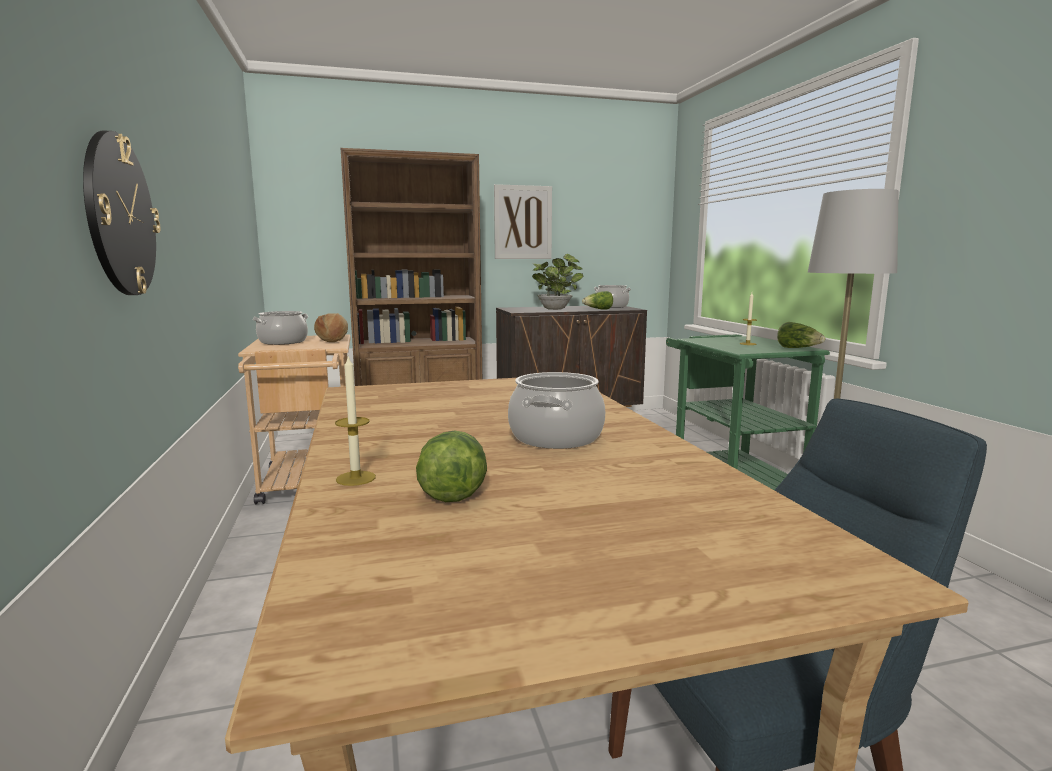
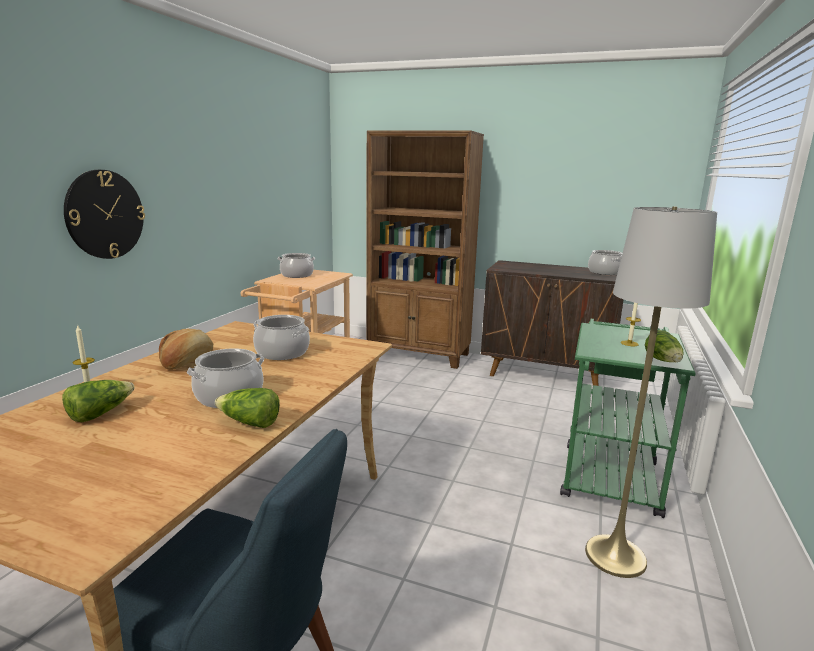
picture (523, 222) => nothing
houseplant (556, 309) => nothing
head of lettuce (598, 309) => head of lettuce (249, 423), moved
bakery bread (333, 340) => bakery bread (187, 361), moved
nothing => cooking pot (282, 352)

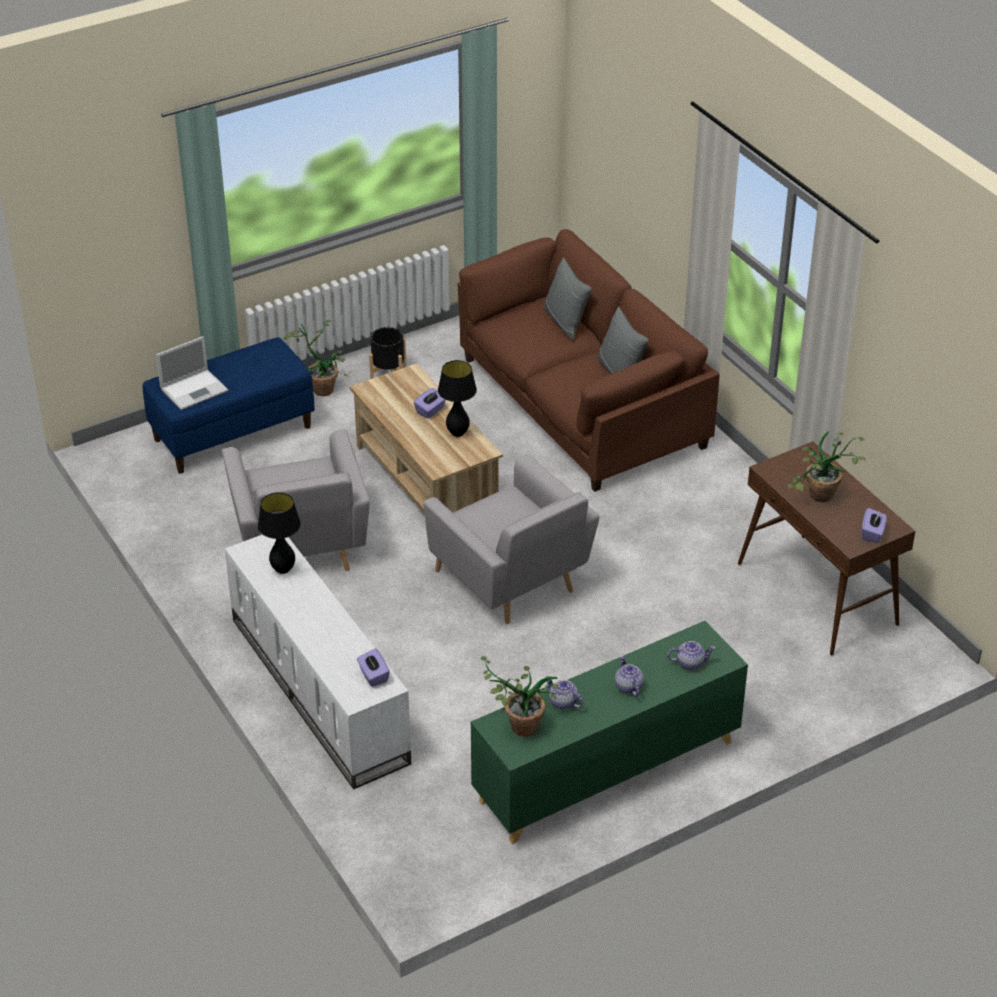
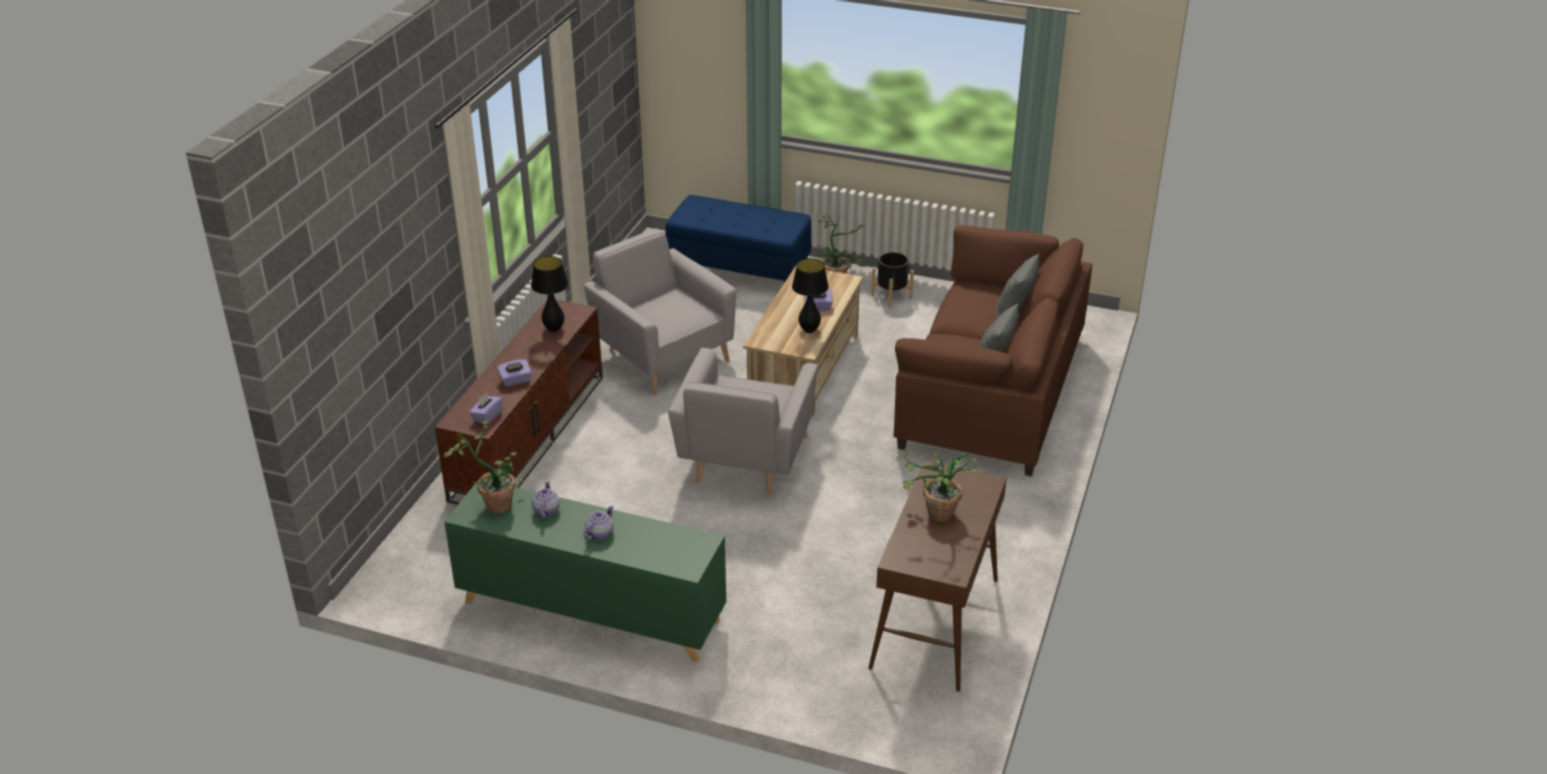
notebook computer (195, 389) => nothing
greyish easy chair (300, 546) => greyish easy chair (662, 355), 105 degrees clockwise
purplish tissue box (872, 533) => purplish tissue box (515, 381), moved
white tv unit (316, 689) => brownish tv unit (528, 435)
pot for tea (690, 663) => nothing

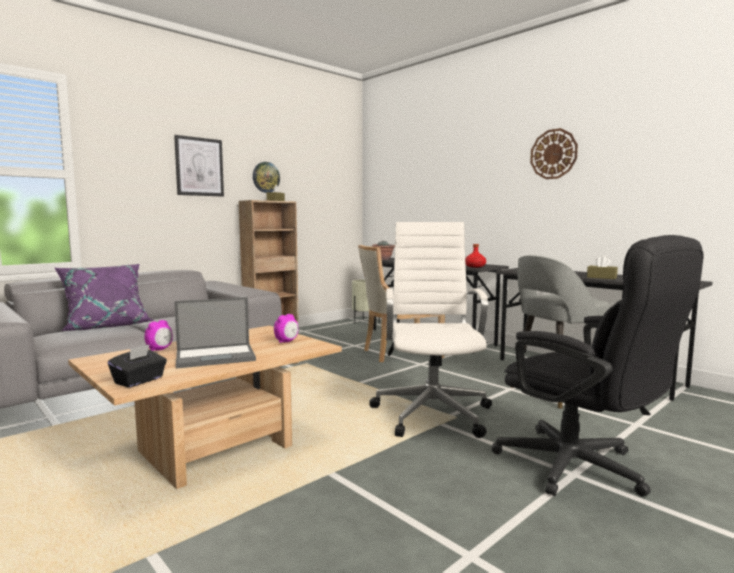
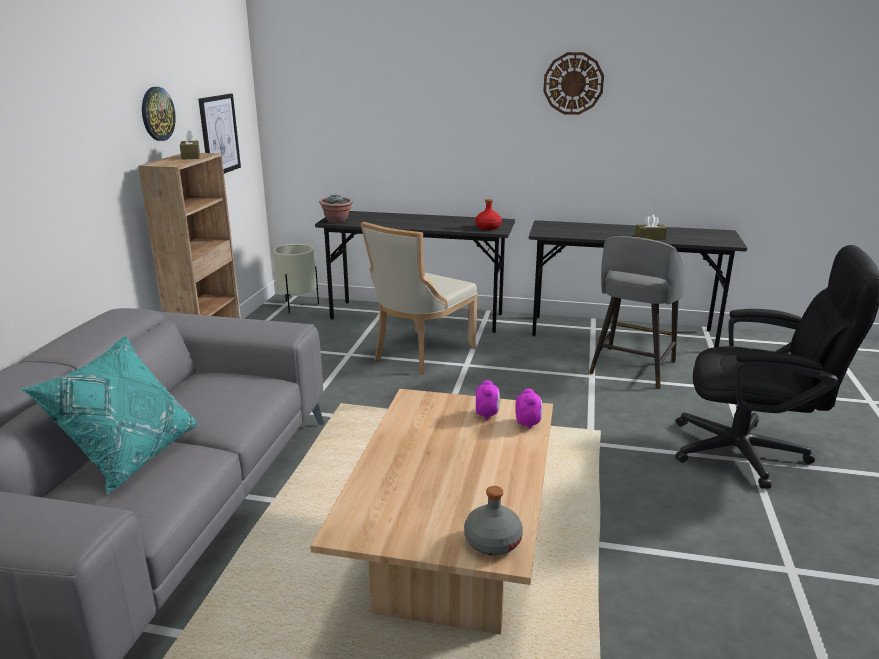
picture (199, 167) => picture (219, 135), moved
white desk chair (432, 412) => nothing
purplish cushion (106, 326) => blue-green cushion (129, 455)
notebook computer (216, 356) => nothing
table clock (159, 349) => table clock (528, 423), moved
blackish tissue box (139, 381) => greyish bottle (492, 541)

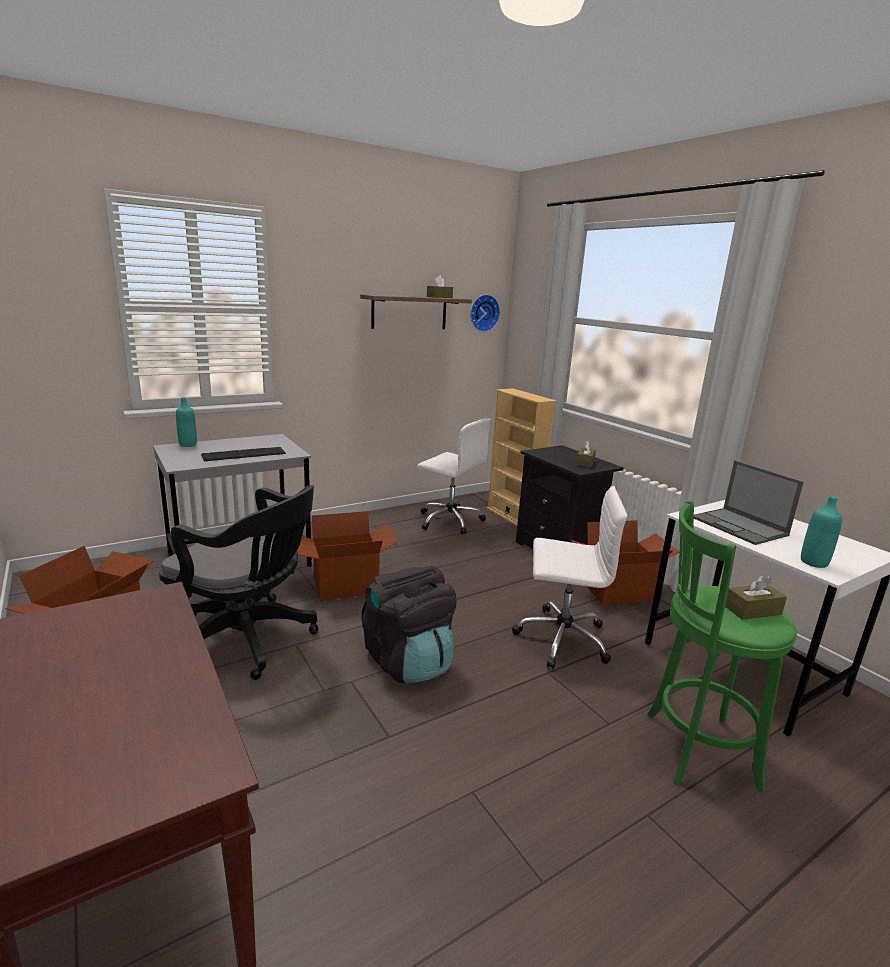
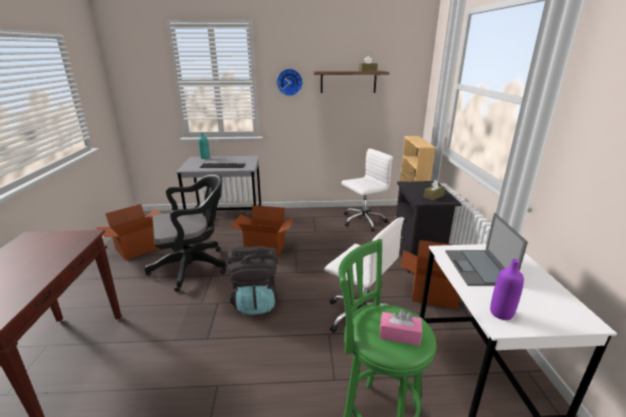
clock on the wall (483, 313) => clock on the wall (289, 82), moved
white desk chair (449, 520) => white desk chair (362, 221), 90 degrees counterclockwise
blackish desk chair (249, 639) => blackish desk chair (194, 266), 75 degrees counterclockwise
blue-green bottle (814, 562) => purplish bottle (501, 313)
brownish tissue box (752, 610) => pink-coloured tissue box (399, 334)

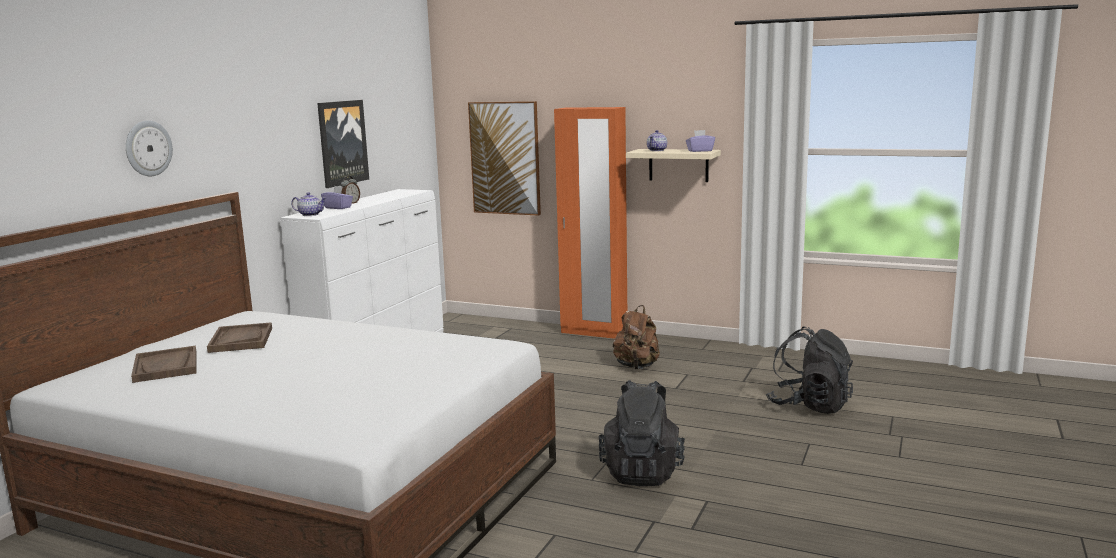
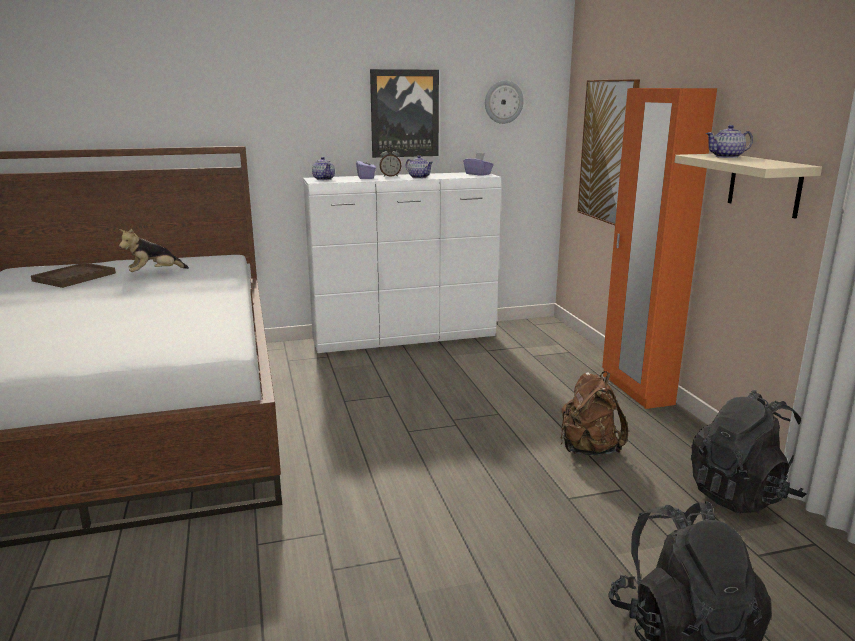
clock on the wall (148, 148) => clock on the wall (503, 102), moved
purplish tissue box (700, 151) => purplish tissue box (478, 174), moved
brownish serving tray (241, 340) => plush toy (154, 273)
blackish knapsack (642, 472) => blackish knapsack (742, 494), moved
nothing => pot for tea (419, 177)

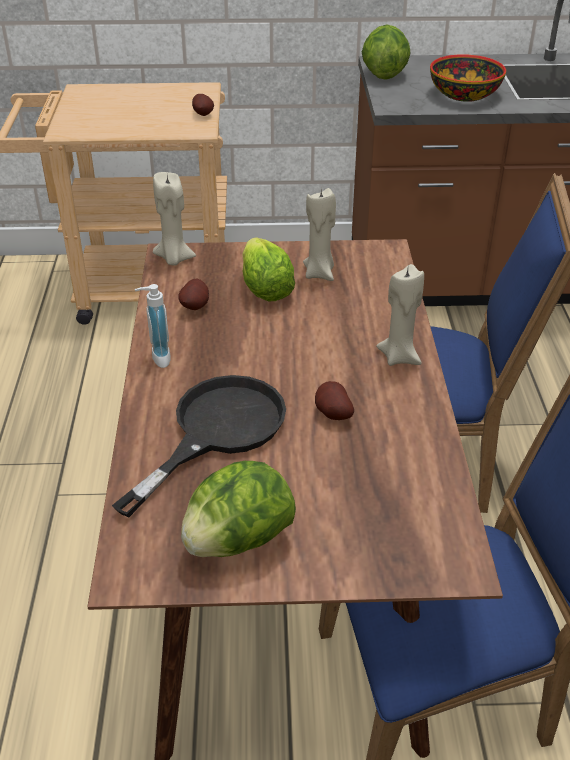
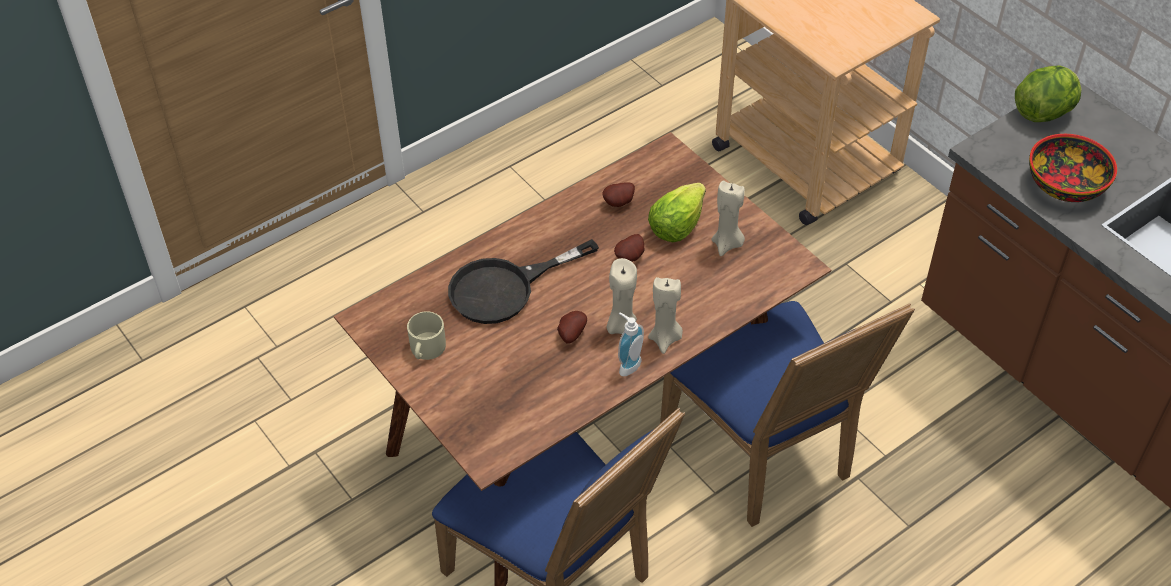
spud (203, 114) => spud (631, 257), moved
beige wax candle (174, 259) => beige wax candle (621, 326), moved
soap bottle (157, 358) => soap bottle (627, 365), moved
blackish frying pan (217, 431) => blackish frying pan (505, 288), 150 degrees clockwise
head of lettuce (238, 540) => beige tea mug (426, 349)

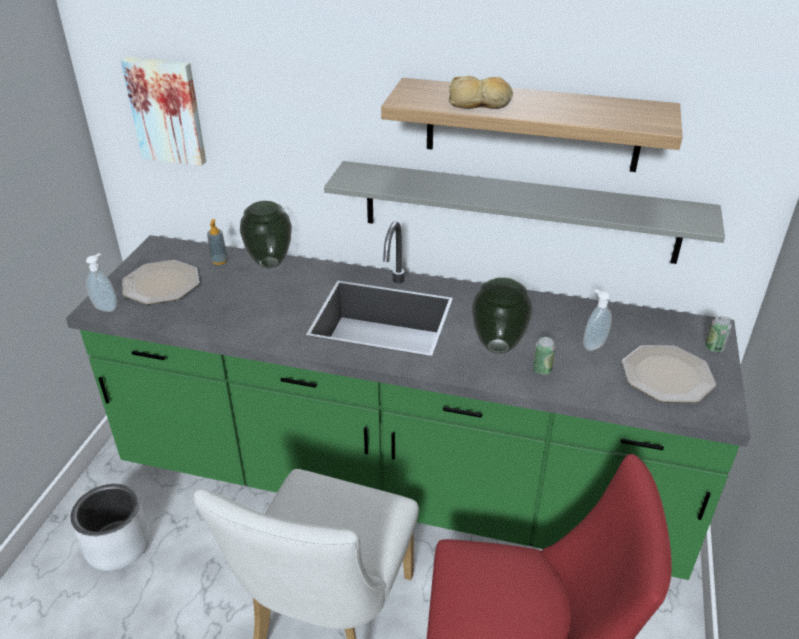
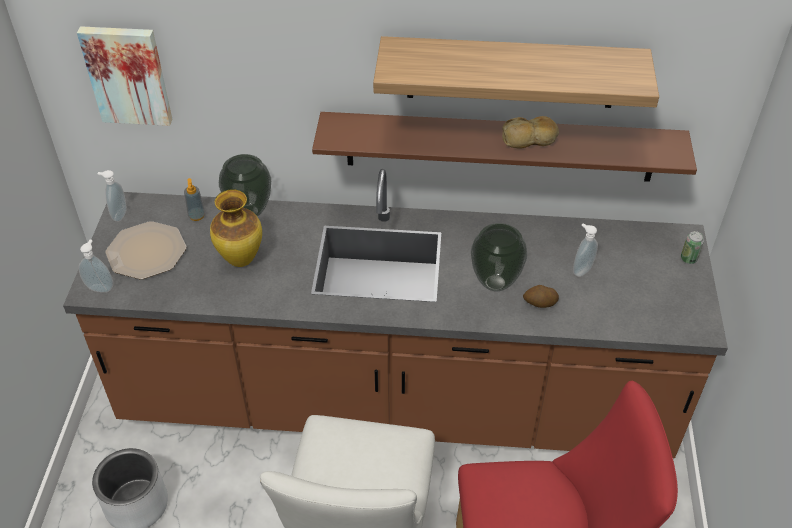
bakery bread (480, 103) => bakery bread (530, 139), moved
greyish shelf (519, 212) => brownish shelf (500, 146)
green-coloured counter (399, 485) => brownish counter (396, 402)
sealed can (542, 370) => spud (539, 303)
dinner plate (668, 375) => nothing
nothing => soap bottle (118, 215)
nothing => decorative vase (242, 260)

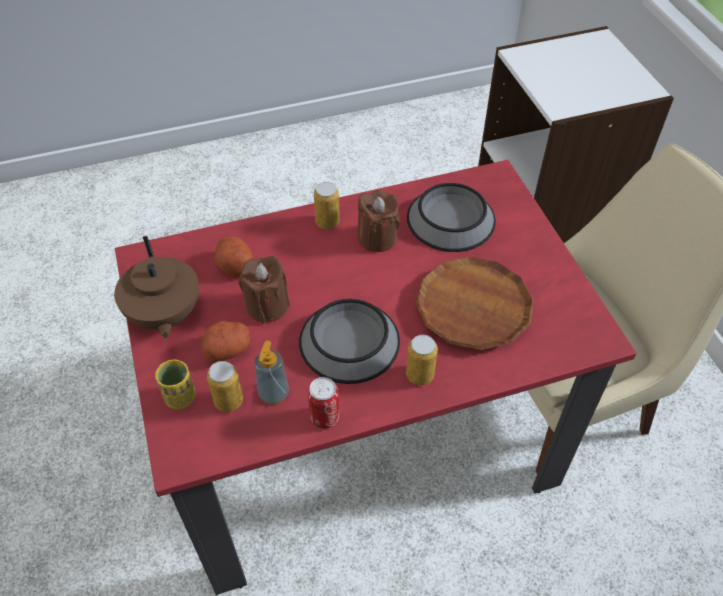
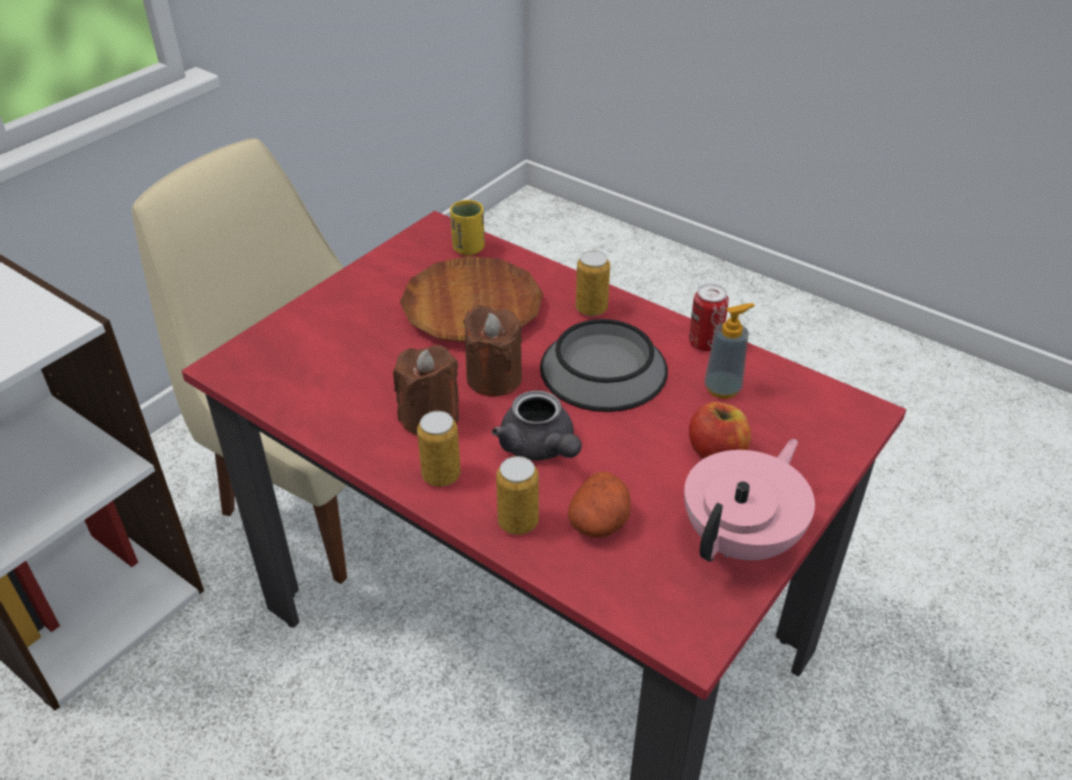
bowl (450, 219) => nothing
brownish pot for tea (164, 315) => pink-coloured pot for tea (742, 538)
brownish wax candle (267, 306) => brownish wax candle (494, 378), moved
spud (228, 349) => apple (716, 452)
yellow-coloured cup (180, 397) => yellow-coloured cup (468, 248), moved
sealed can (228, 401) => sealed can (518, 522), moved
nothing => greyish pot for tea (540, 448)

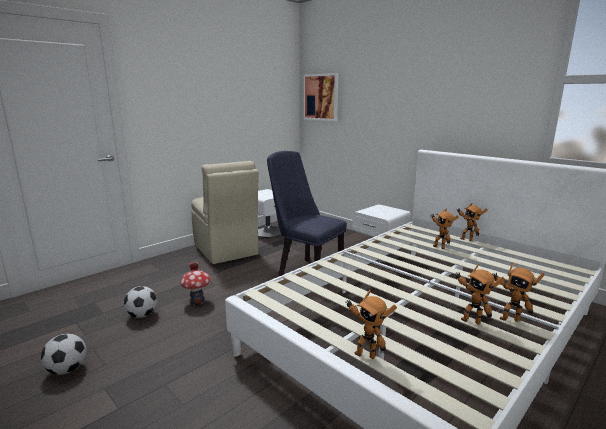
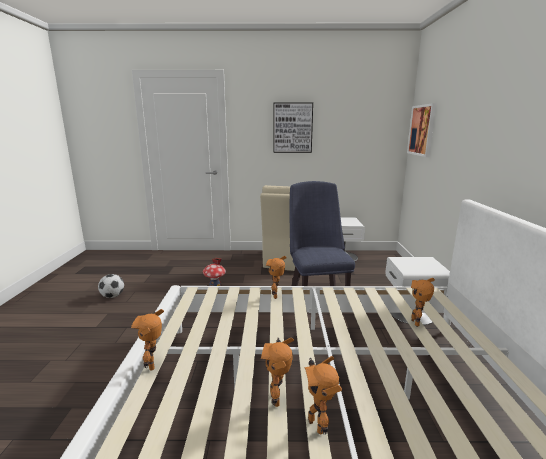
robot figure (466, 239) => robot figure (276, 296), moved
football (142, 315) => nothing
nothing => picture (292, 128)

